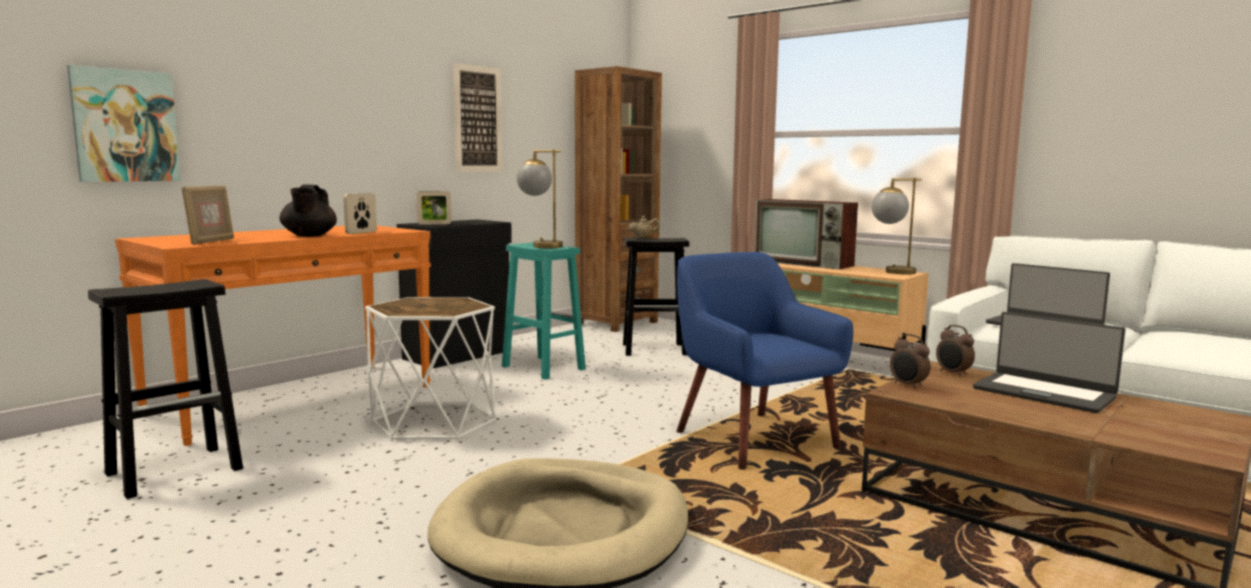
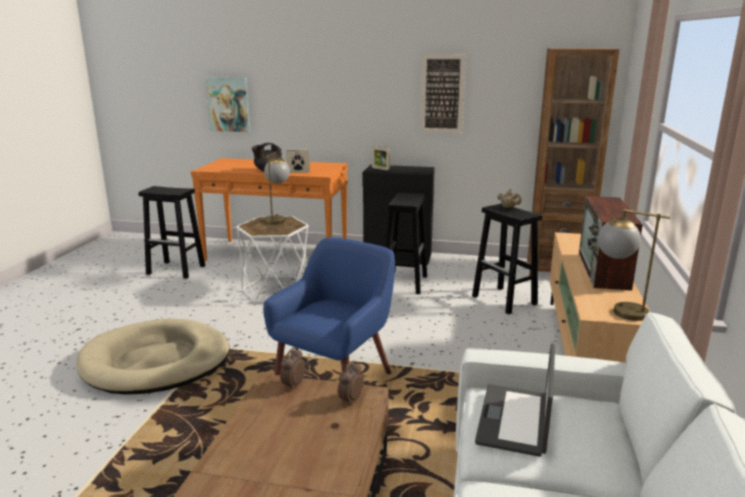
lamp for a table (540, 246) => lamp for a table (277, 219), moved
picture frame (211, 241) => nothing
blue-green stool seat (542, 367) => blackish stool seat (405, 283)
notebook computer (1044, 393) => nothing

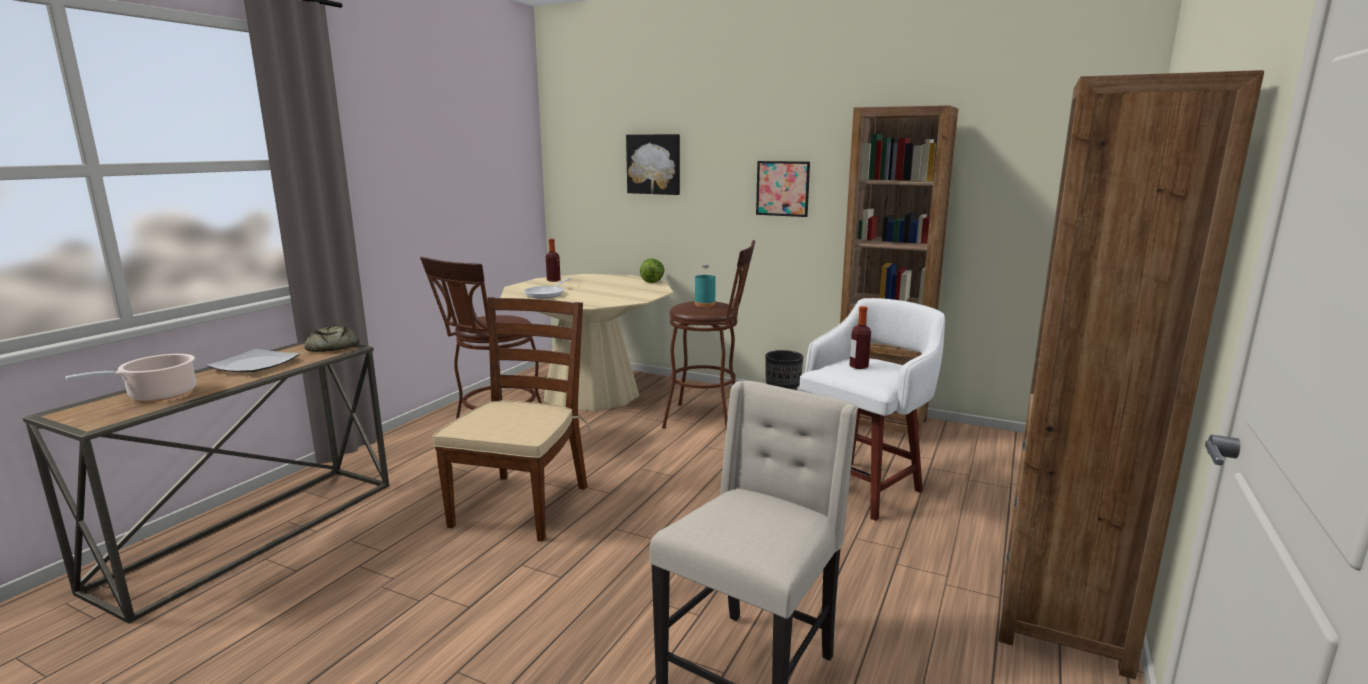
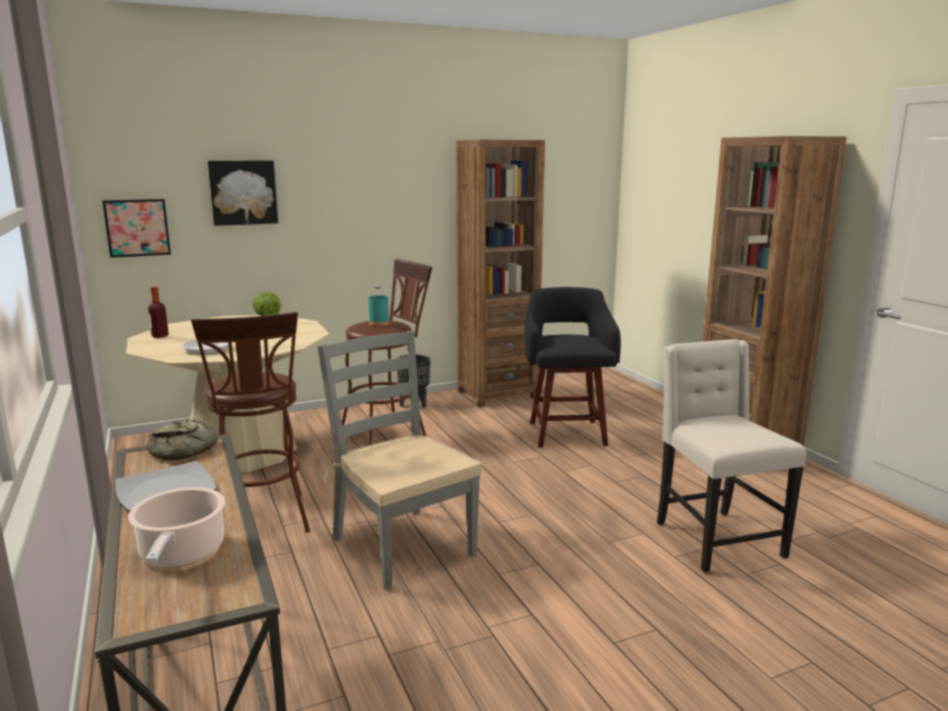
picture (782, 188) => picture (137, 228), moved
brownish chair (521, 505) => greyish chair (402, 546)
white stool seat (863, 488) => blackish stool seat (566, 432)
bottle (858, 366) => nothing

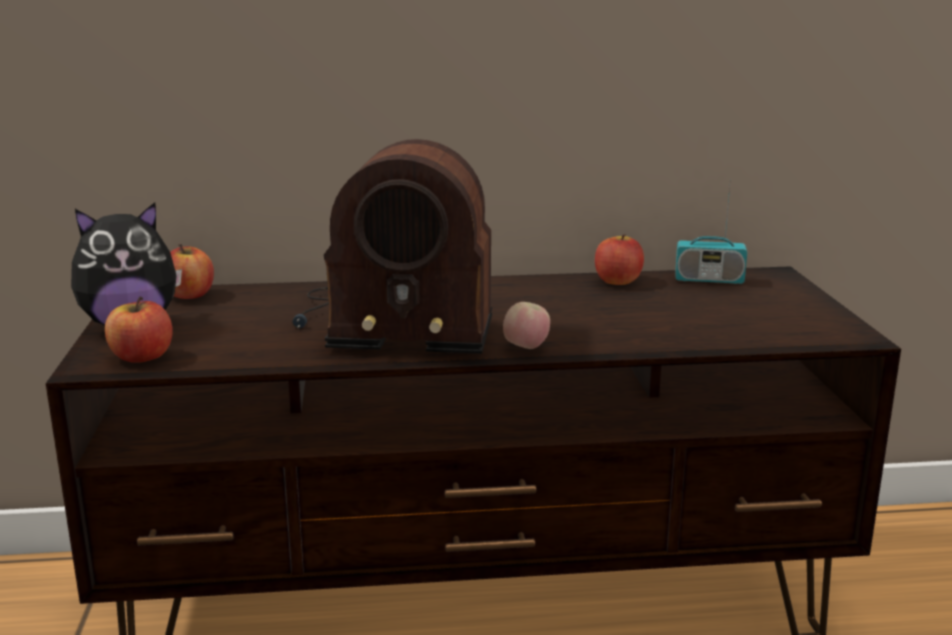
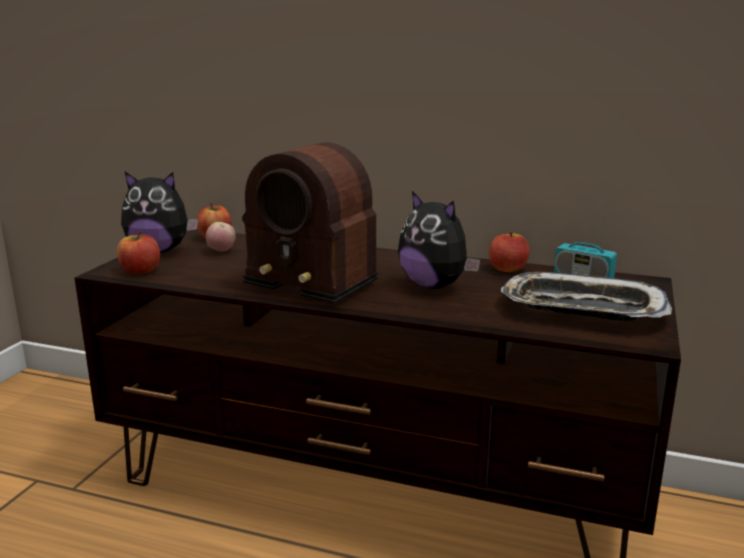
apple (526, 349) => apple (221, 251), moved
nothing => plush toy (434, 285)
nothing => serving tray (581, 308)

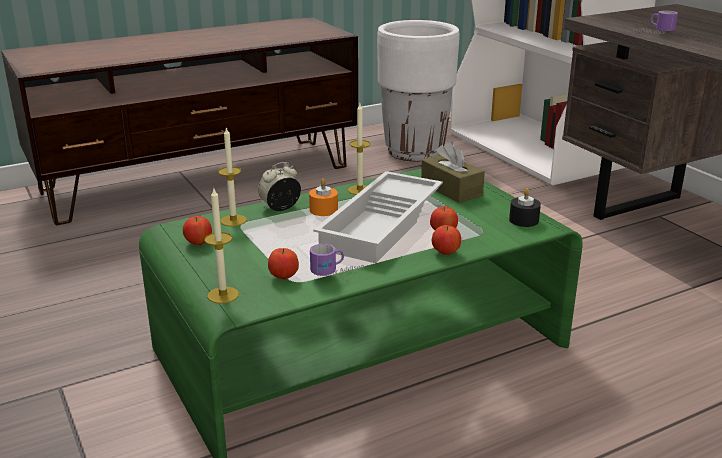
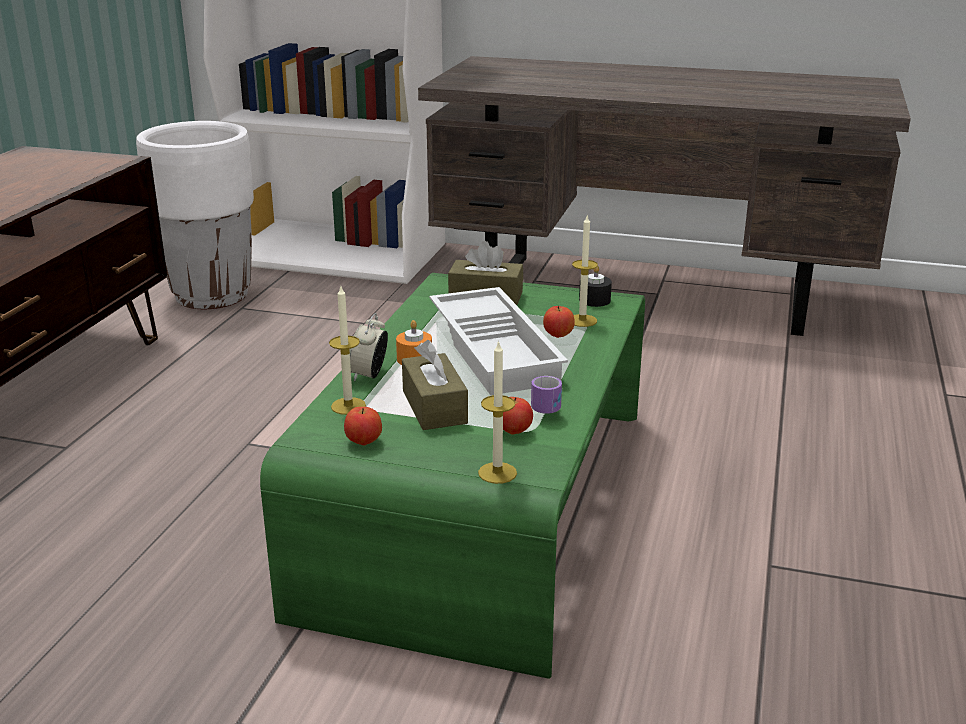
tea mug (653, 33) => nothing
wax candle (359, 190) => wax candle (582, 320), moved
apple (445, 252) => nothing
nothing => brownish tissue box (434, 407)

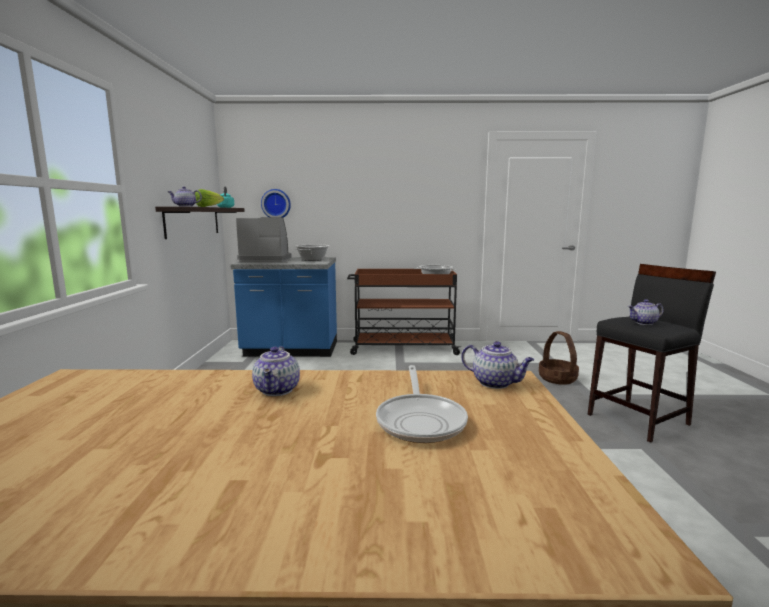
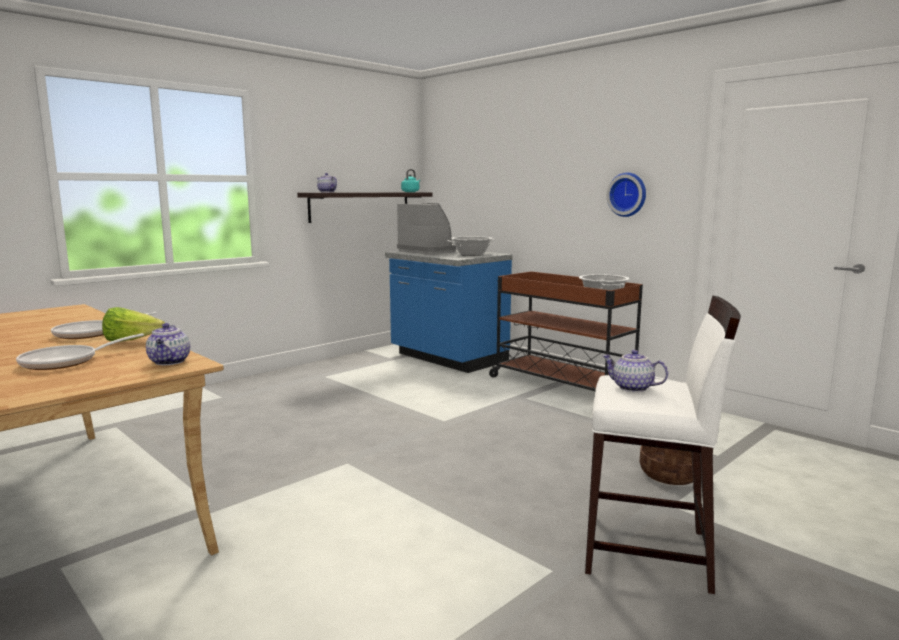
head of lettuce (208, 207) => head of lettuce (131, 341), moved
clock on the wall (276, 204) => clock on the wall (628, 194), moved
blackish stool seat (639, 419) => white stool seat (648, 552)
pot for tea (278, 390) => frying pan (91, 333)

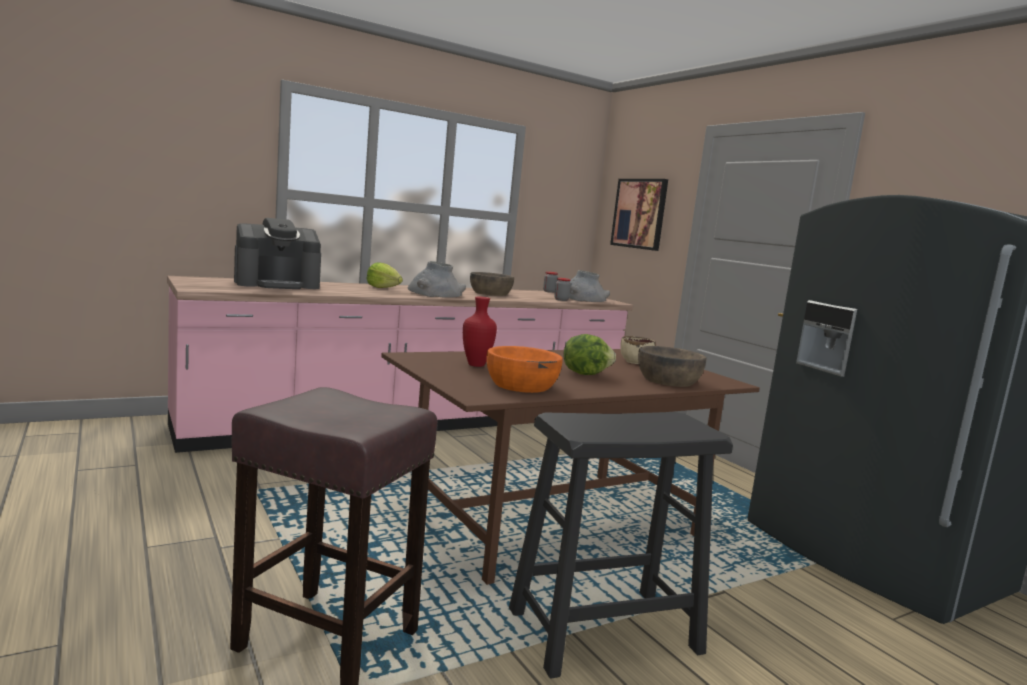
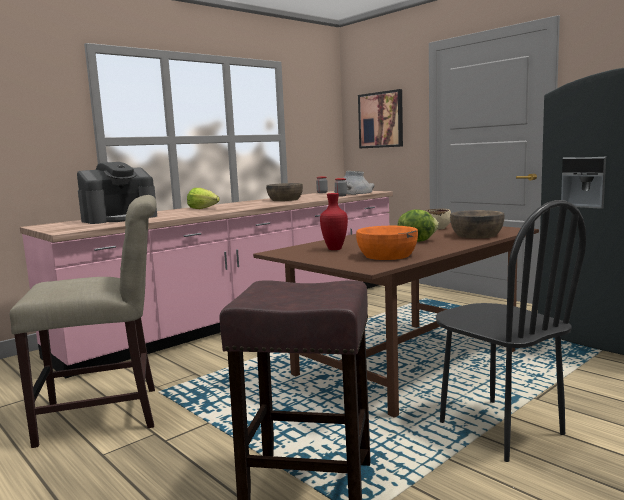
greyish decorative vase (435, 294) => nothing
blackish stool seat (603, 631) => blackish chair (499, 429)
nothing => beige chair (108, 414)

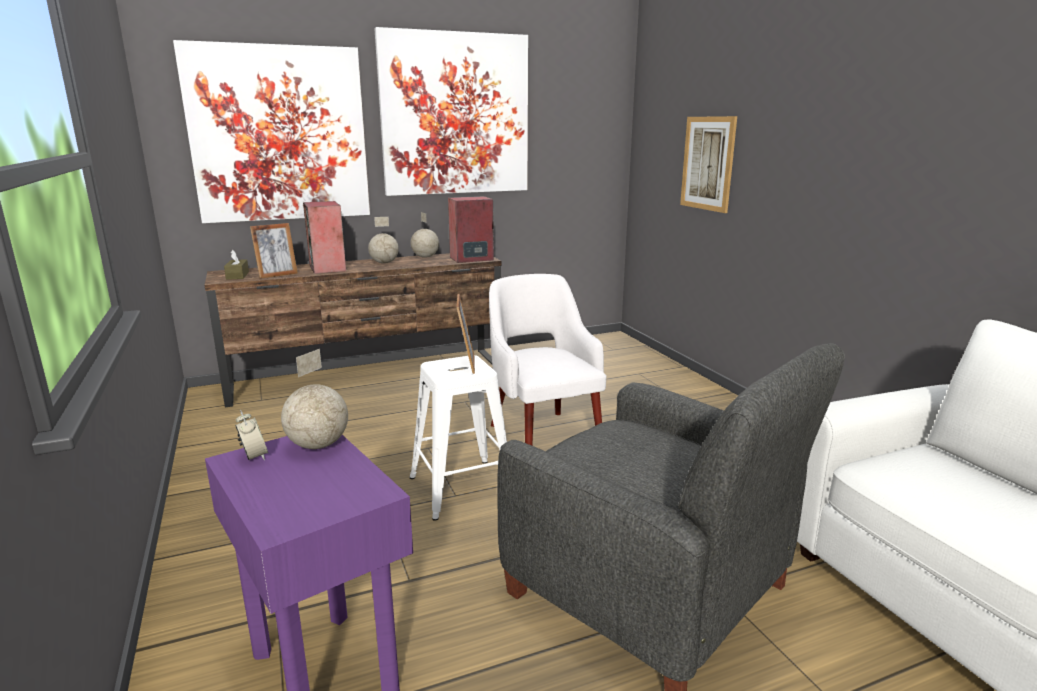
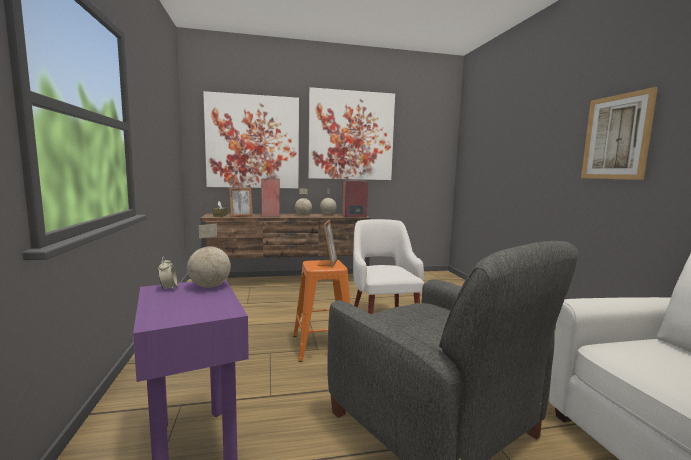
picture (708, 163) => picture (616, 137), moved
white stool seat (461, 489) => orangey stool seat (322, 346)

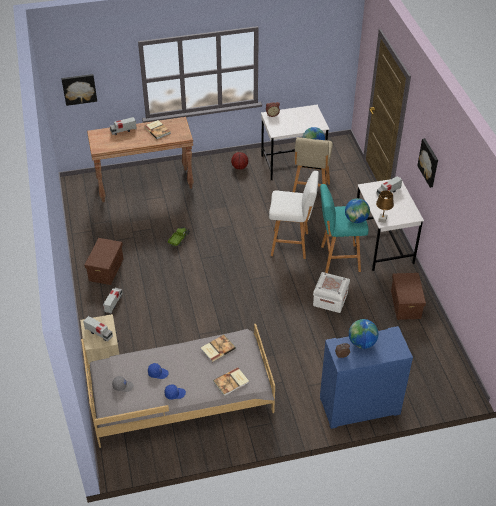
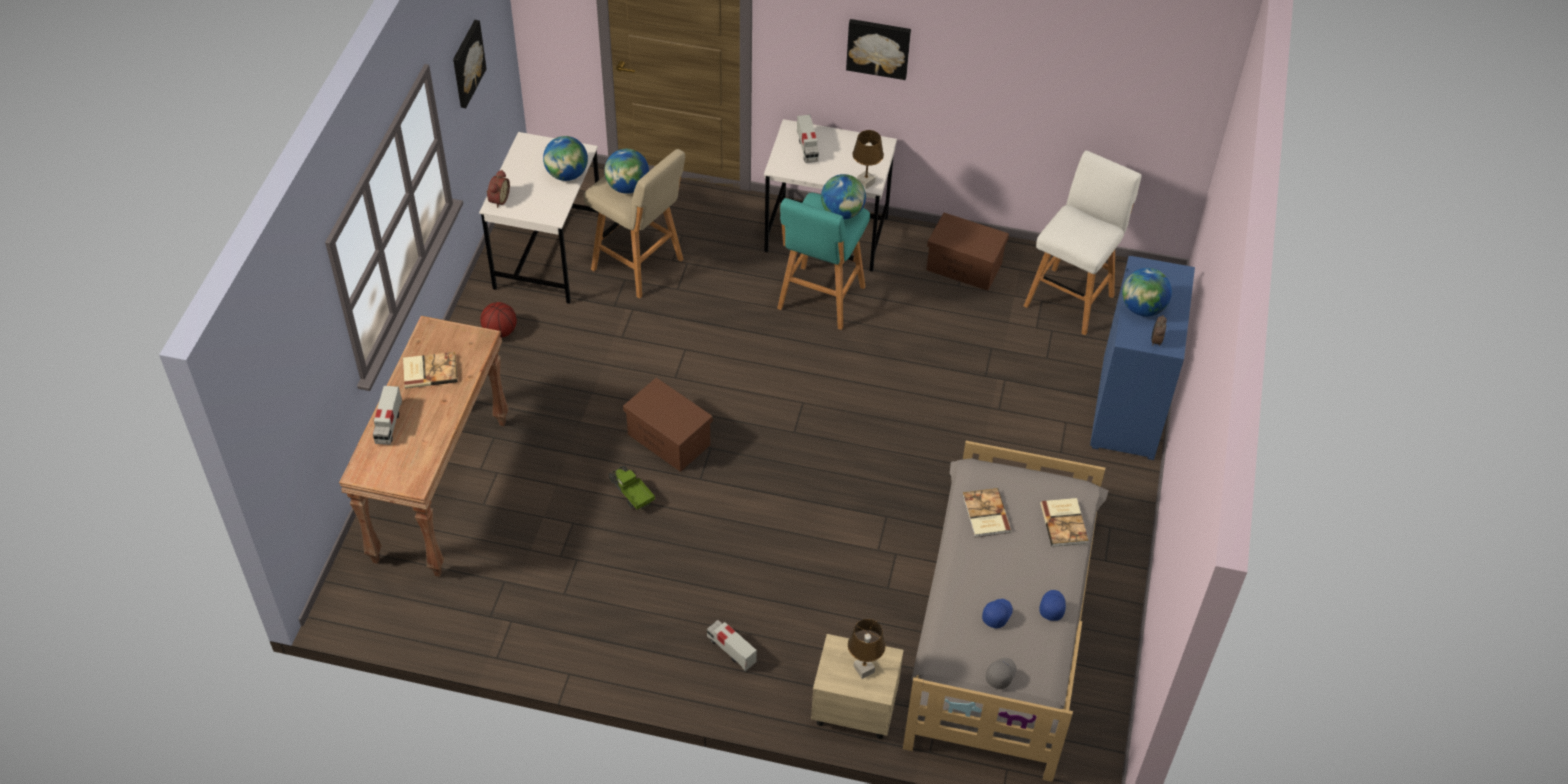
picture (79, 89) => picture (466, 63), moved
white stool seat (291, 244) => white stool seat (1070, 299), moved
brownish storage bin (106, 269) => brownish storage bin (668, 439), moved
white storage bin (330, 299) => nothing
toy lorry (99, 333) => brownish lamp for a table (863, 669)
nothing => world globe (567, 174)

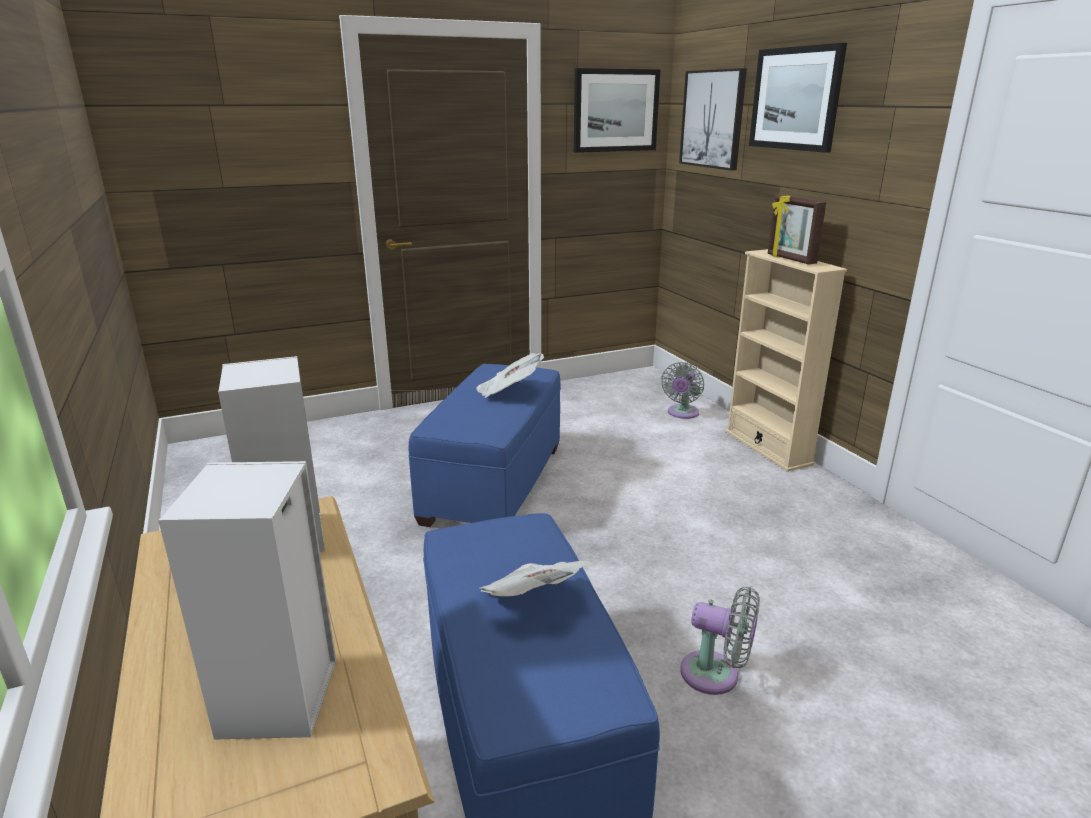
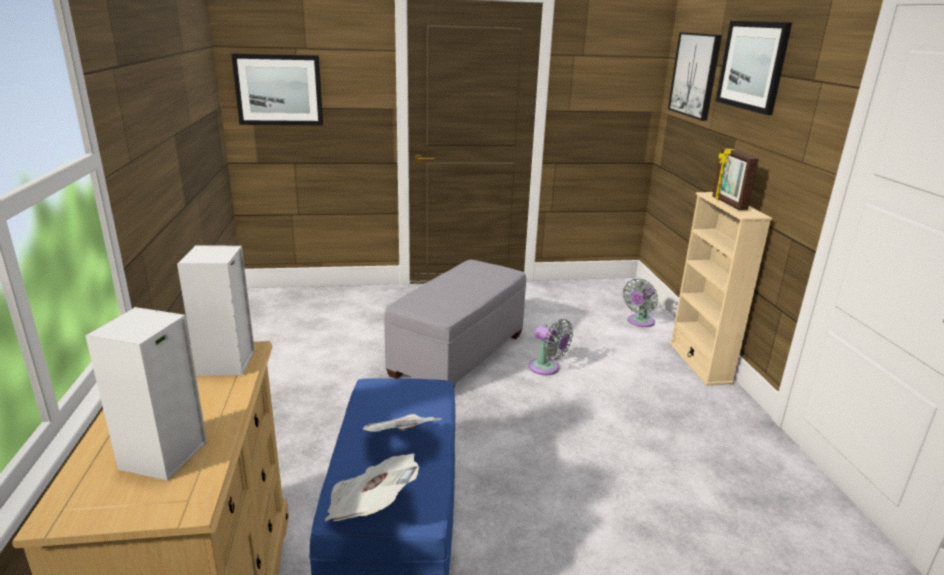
picture (615, 110) => picture (279, 90), moved
printed paper (508, 392) => printed paper (370, 506), moved
blue-coloured footrest (493, 483) => greyish footrest (458, 354)
greyish fan (716, 675) => greyish fan (547, 368), moved

